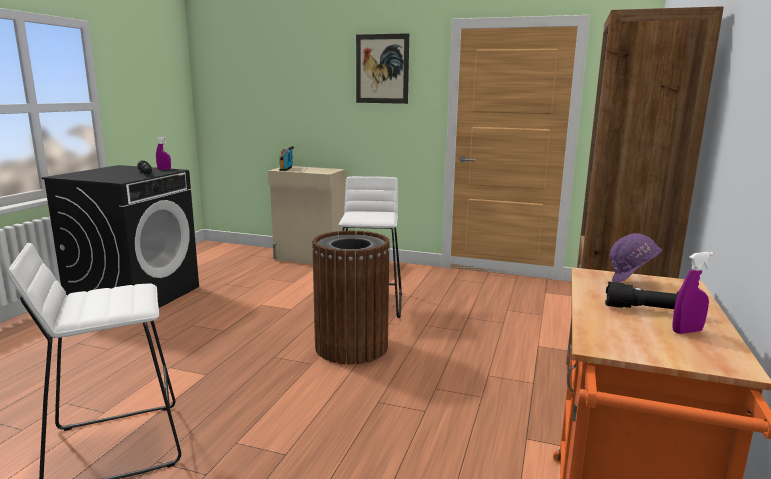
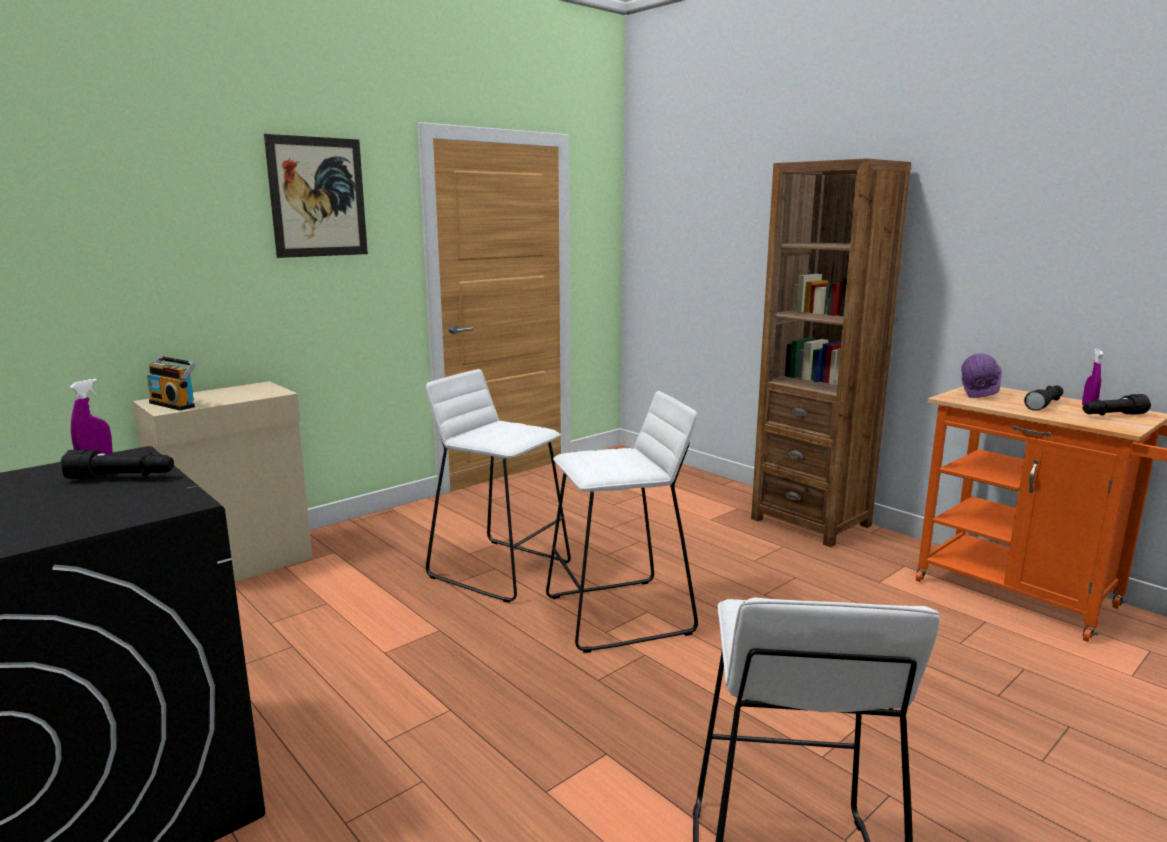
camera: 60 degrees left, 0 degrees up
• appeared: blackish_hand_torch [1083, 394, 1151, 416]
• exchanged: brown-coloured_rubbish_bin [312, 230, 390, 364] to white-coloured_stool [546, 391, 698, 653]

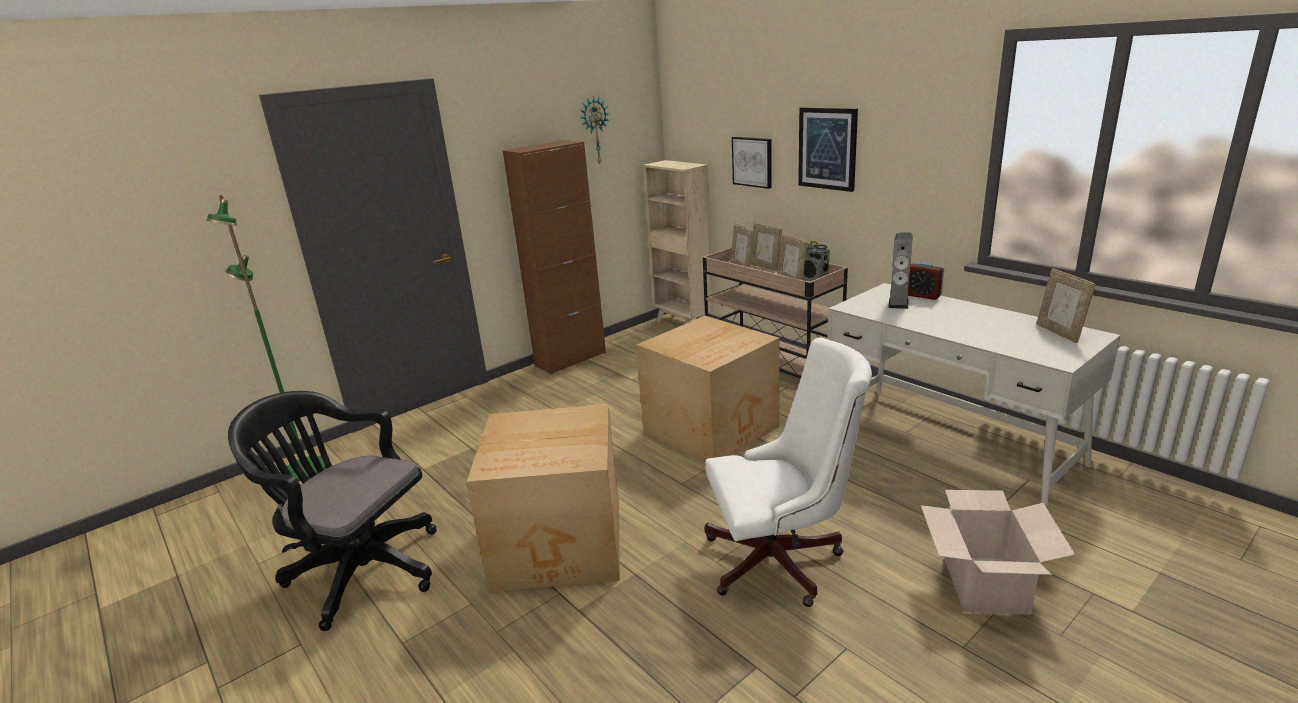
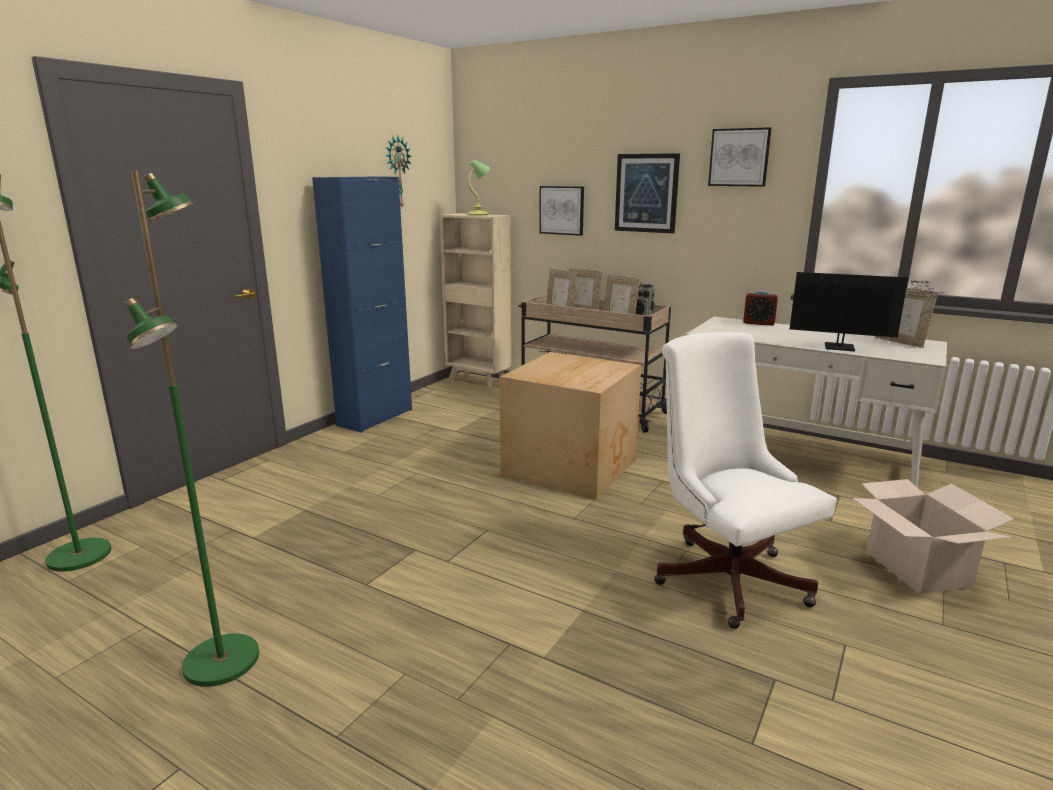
camera: 20 degrees left, 5 degrees down
• missing: carton [466, 404, 620, 592]
• missing: loudspeaker [888, 232, 913, 309]
• appeared: table_lamp [467, 160, 490, 215]
• appeared: wall_art [708, 127, 772, 187]
• appeared: computer_display [790, 272, 945, 352]
• exchanged: blackish_office_chair [228, 391, 437, 631] to greenish_standard_lamp [125, 171, 259, 687]
• colour: brown-coloured_storage_cabinet [503, 140, 606, 375] to blue-coloured_storage_cabinet [312, 176, 412, 433]
• spun: white-coloured_office_chair [705, 338, 872, 607] = [654, 332, 837, 629] 90 degrees counterclockwise

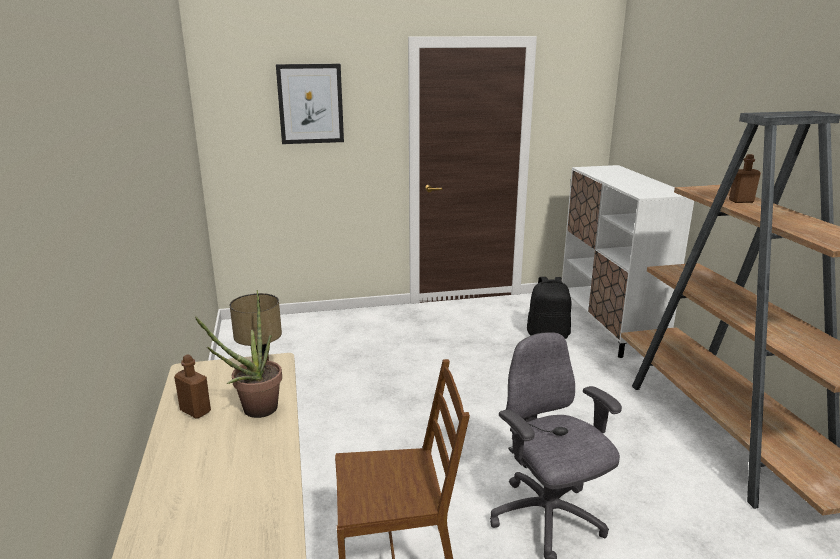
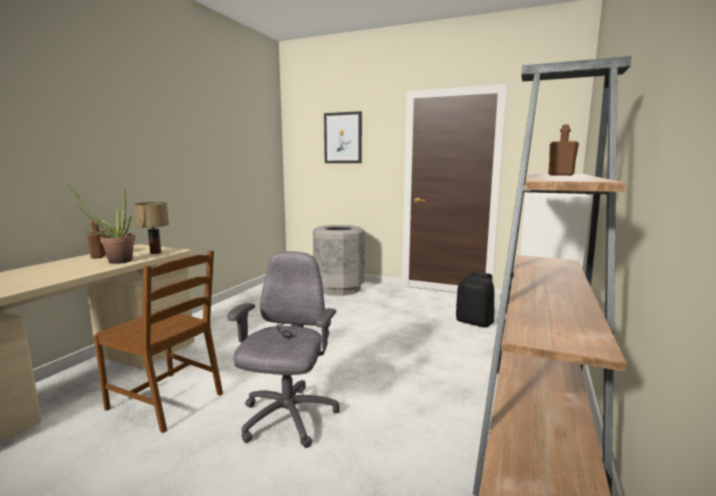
camera: 35 degrees right, 10 degrees down
• appeared: grey_rubbish_bin [313, 225, 365, 296]

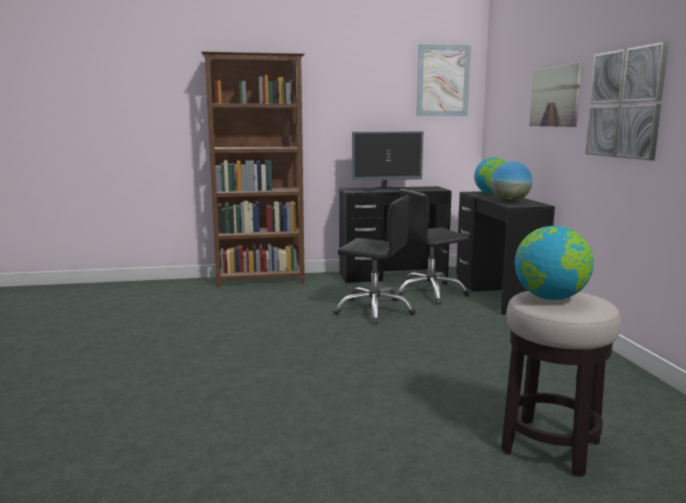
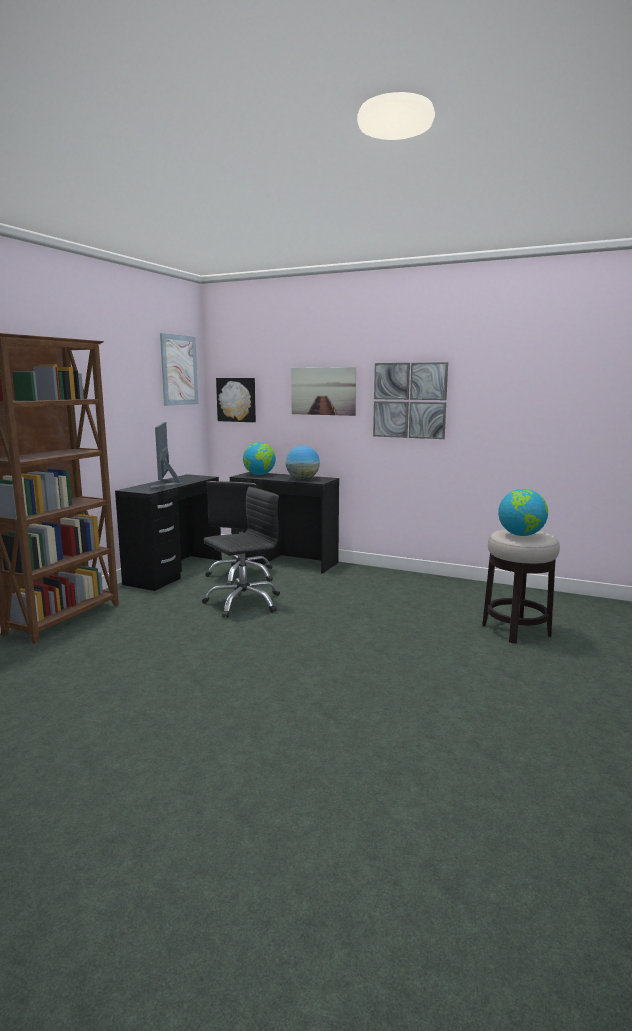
camera: 55 degrees left, 0 degrees up
• appeared: wall_art [216, 378, 256, 422]
• spun: computer_display [352, 132, 423, 192] = [150, 422, 184, 489] 150 degrees clockwise

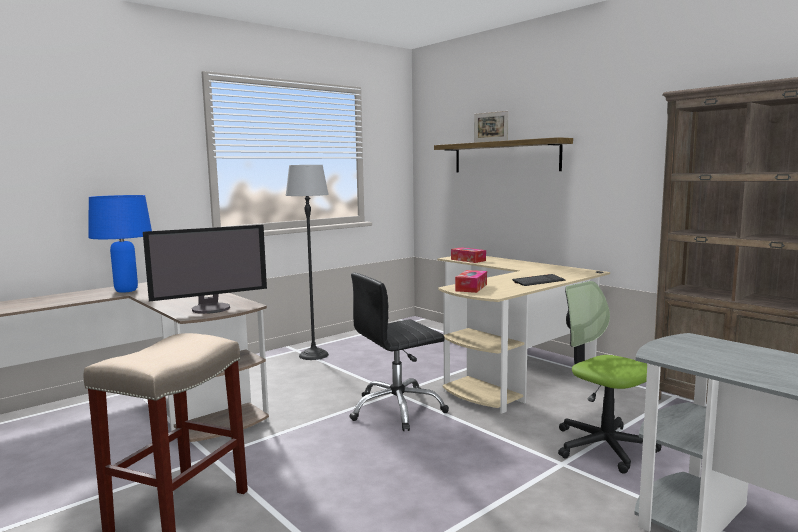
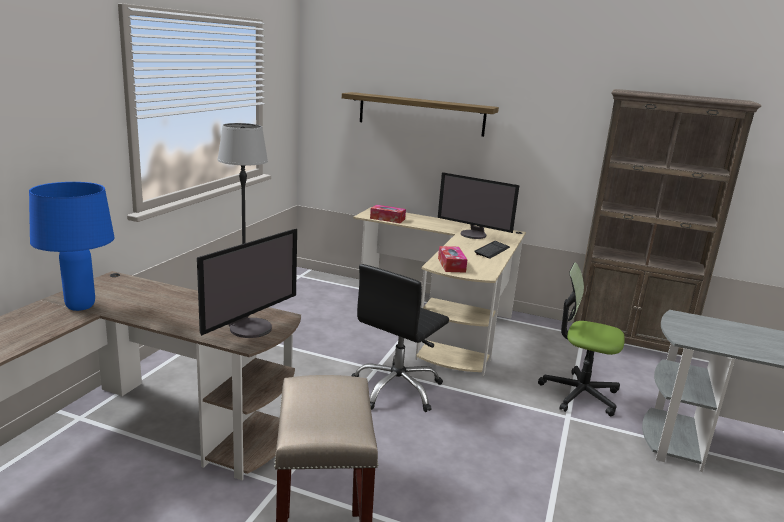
camera: 30 degrees left, 10 degrees up
• missing: standing_frame [474, 111, 508, 143]
• appeared: computer_display [438, 172, 520, 239]

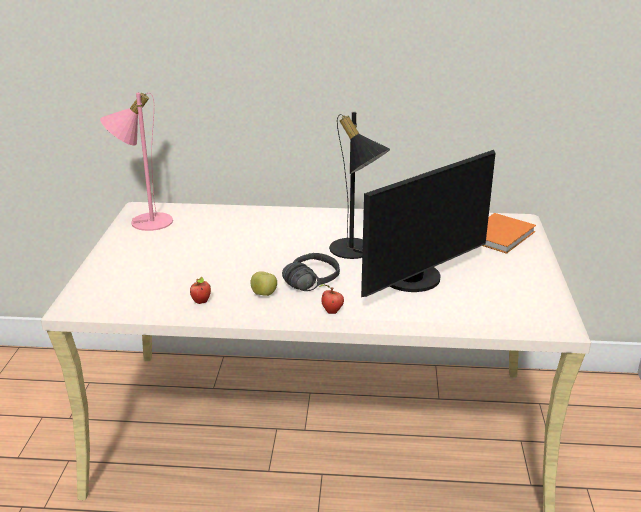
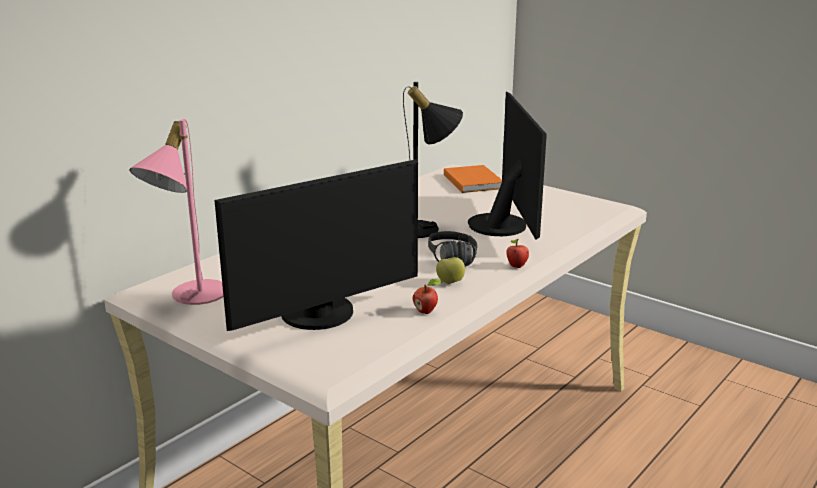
camera: 55 degrees left, 5 degrees down
• appeared: computer_display [214, 159, 418, 331]

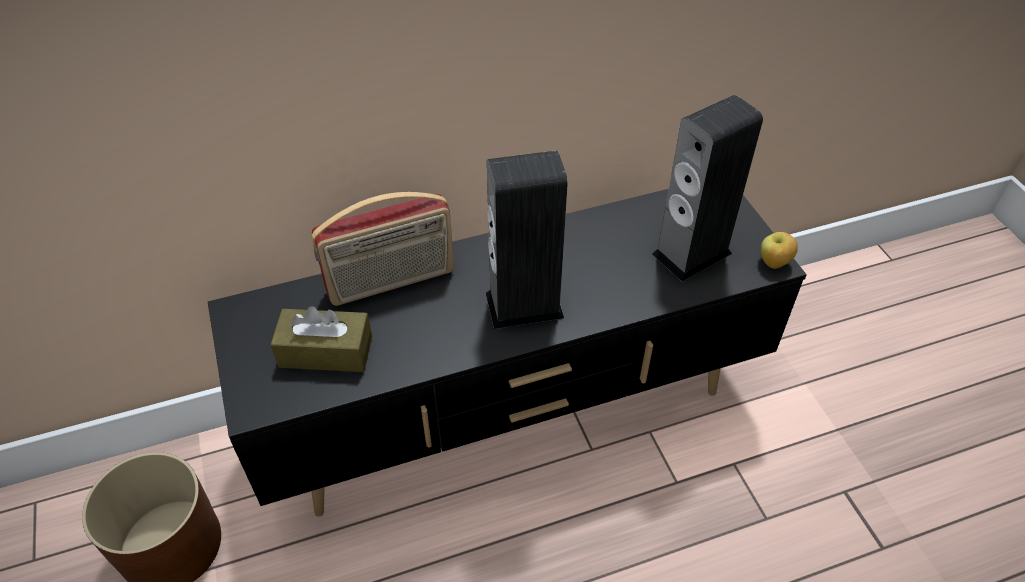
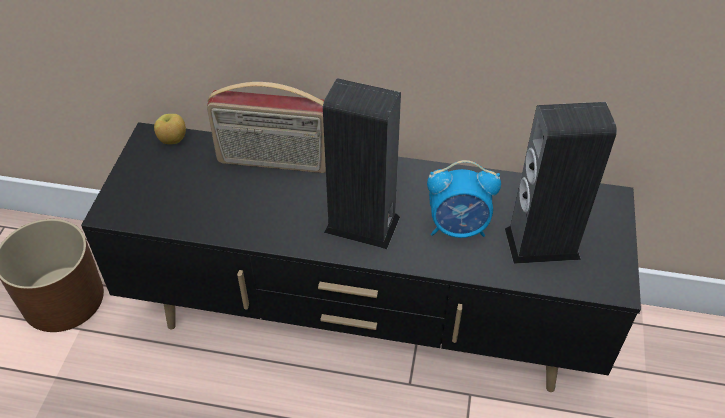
camera: 30 degrees right, 0 degrees up
• missing: brown-coloured_tissue_box [270, 306, 372, 372]
• appeared: alarm_clock [427, 160, 501, 238]
• relocated: apple_fruit [761, 232, 798, 269] to [154, 114, 186, 144]

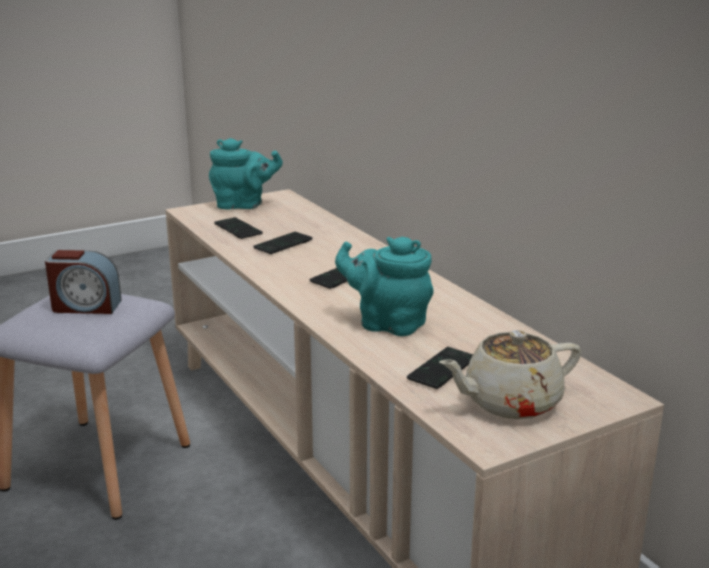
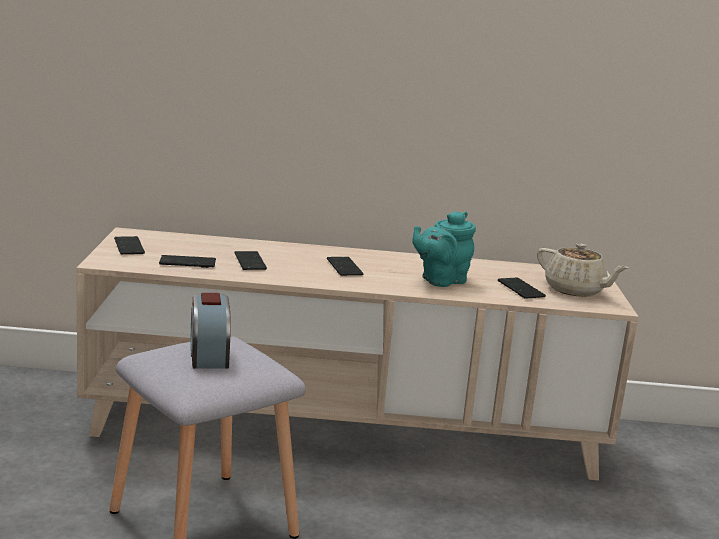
camera: 60 degrees left, 5 degrees down
• exchanged: turquoise_tea_pot [209, 138, 283, 209] to telephone [114, 236, 145, 254]
• spun: alarm_clock [45, 250, 122, 314] = [191, 293, 231, 368] 135 degrees clockwise
• spun: sand-coloured_tea_pot [439, 330, 581, 419] = [537, 243, 629, 297] 60 degrees counterclockwise

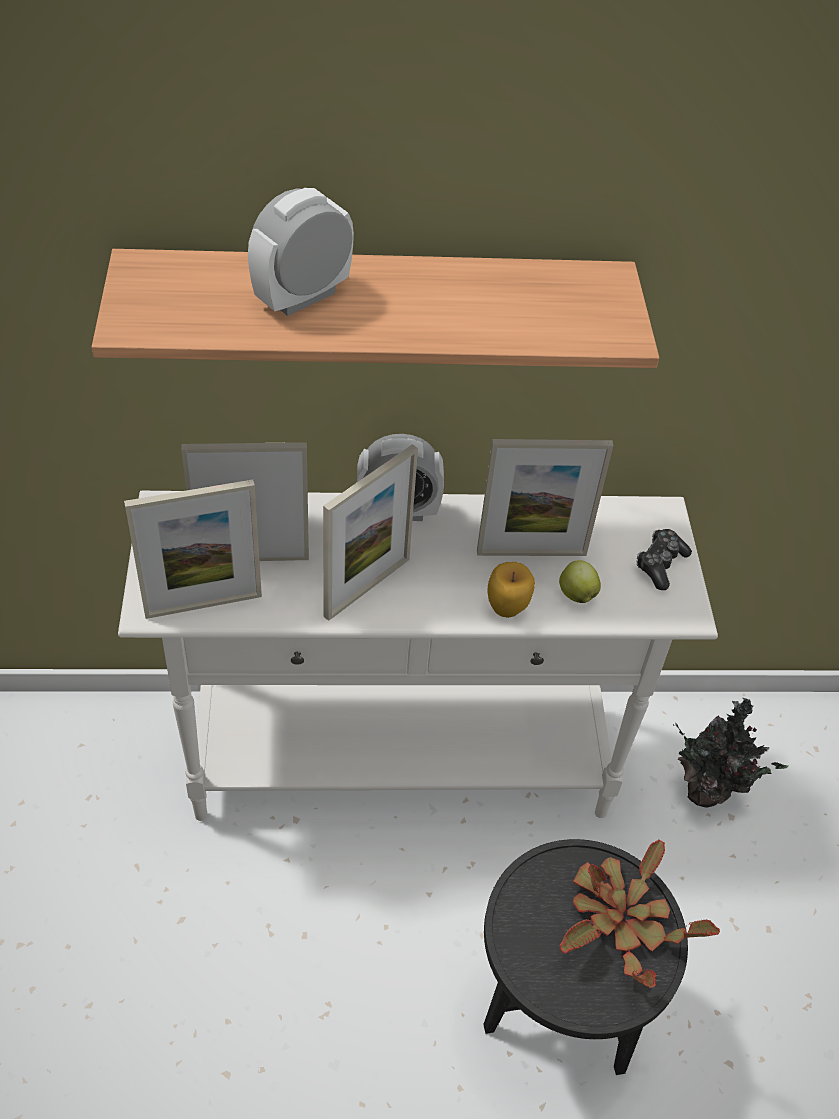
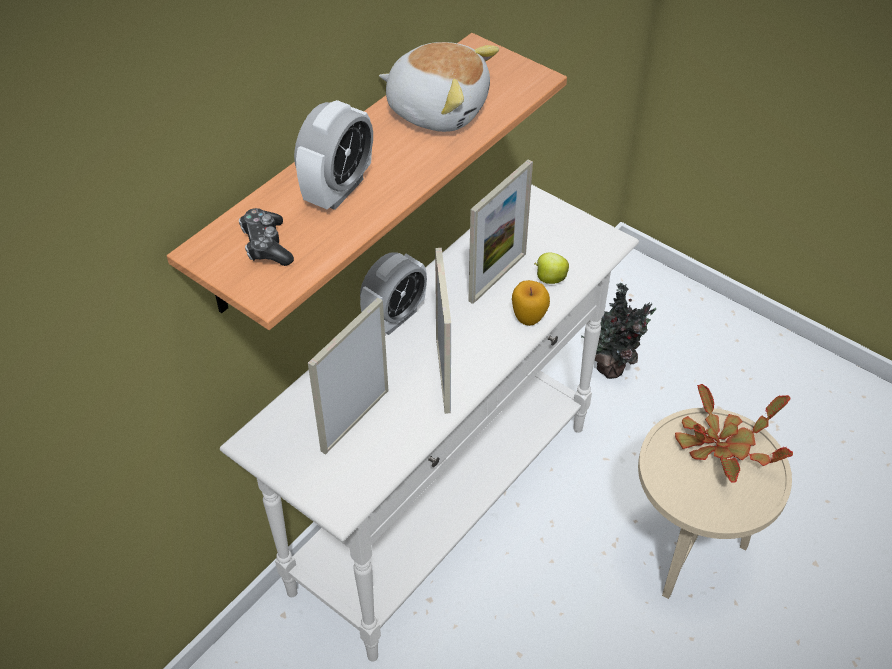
camera: 45 degrees left, 0 degrees up
• missing: standing_frame [124, 479, 262, 619]
• appeared: cuddly_toy [379, 42, 499, 132]
• relocated: gamepad [637, 529, 692, 590] to [239, 208, 294, 266]
• colour: blackish_accent_table [483, 839, 688, 1075] to sand-coloured_accent_table [638, 408, 792, 599]
• spun: alarm_clock [248, 188, 354, 316] = [294, 100, 373, 210] 150 degrees counterclockwise

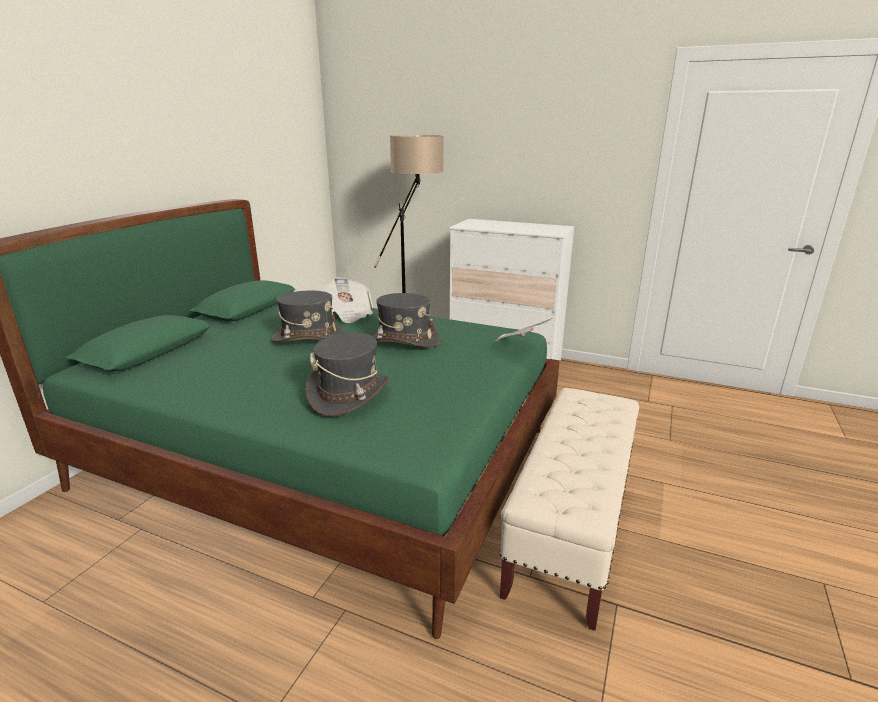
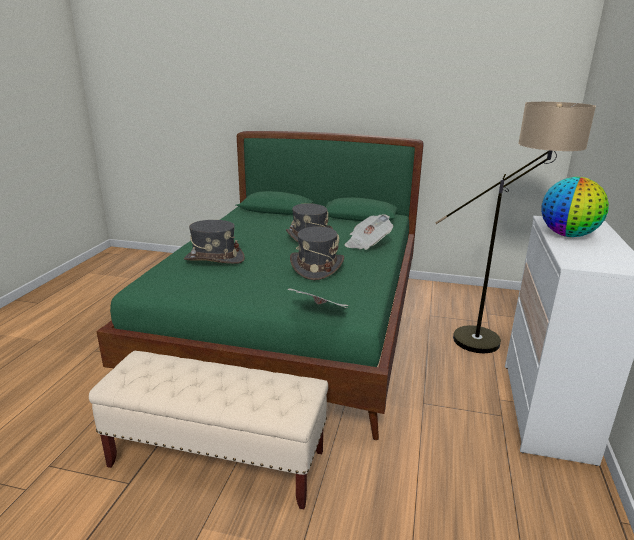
camera: 80 degrees right, 0 degrees up
• appeared: globe [541, 177, 609, 237]

